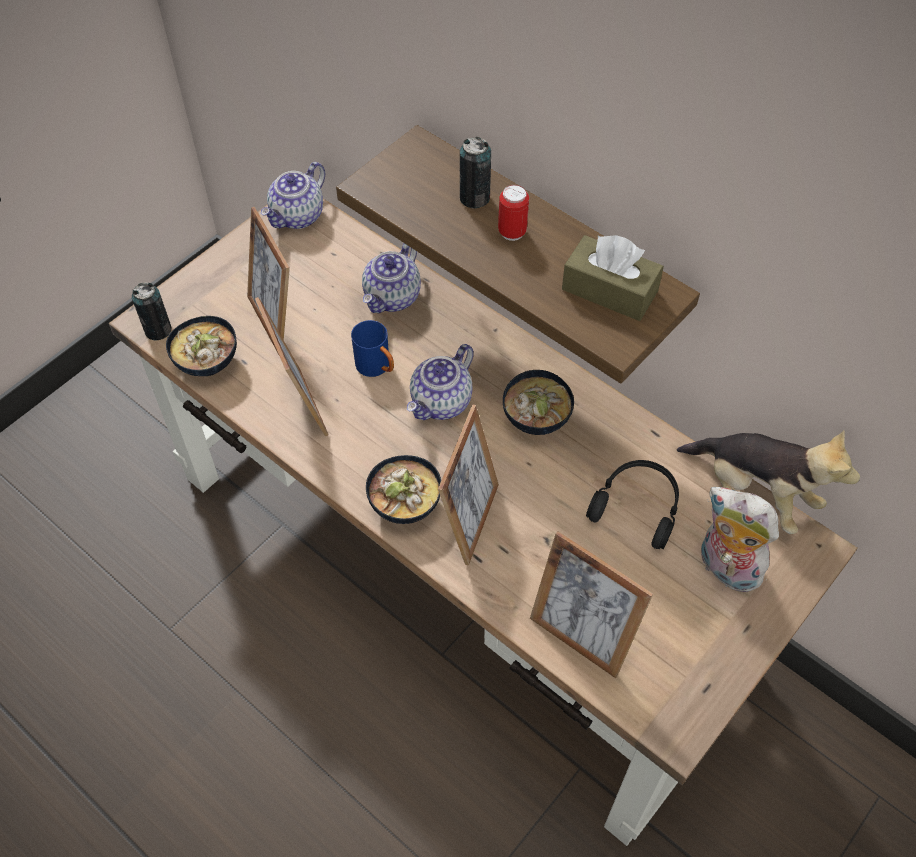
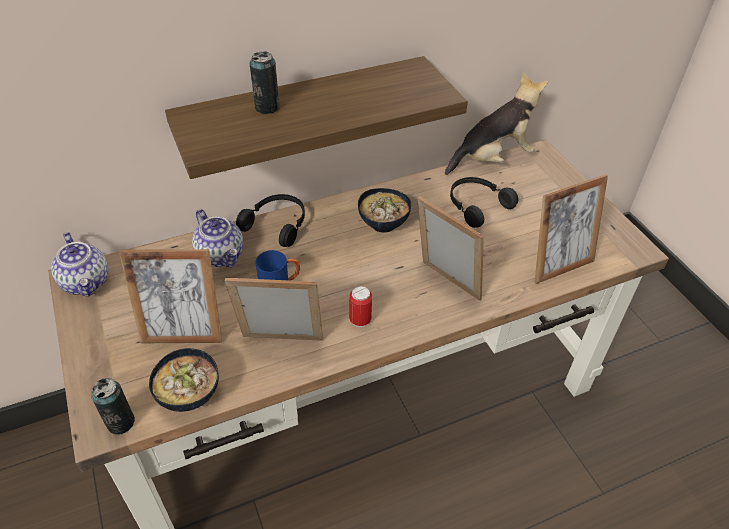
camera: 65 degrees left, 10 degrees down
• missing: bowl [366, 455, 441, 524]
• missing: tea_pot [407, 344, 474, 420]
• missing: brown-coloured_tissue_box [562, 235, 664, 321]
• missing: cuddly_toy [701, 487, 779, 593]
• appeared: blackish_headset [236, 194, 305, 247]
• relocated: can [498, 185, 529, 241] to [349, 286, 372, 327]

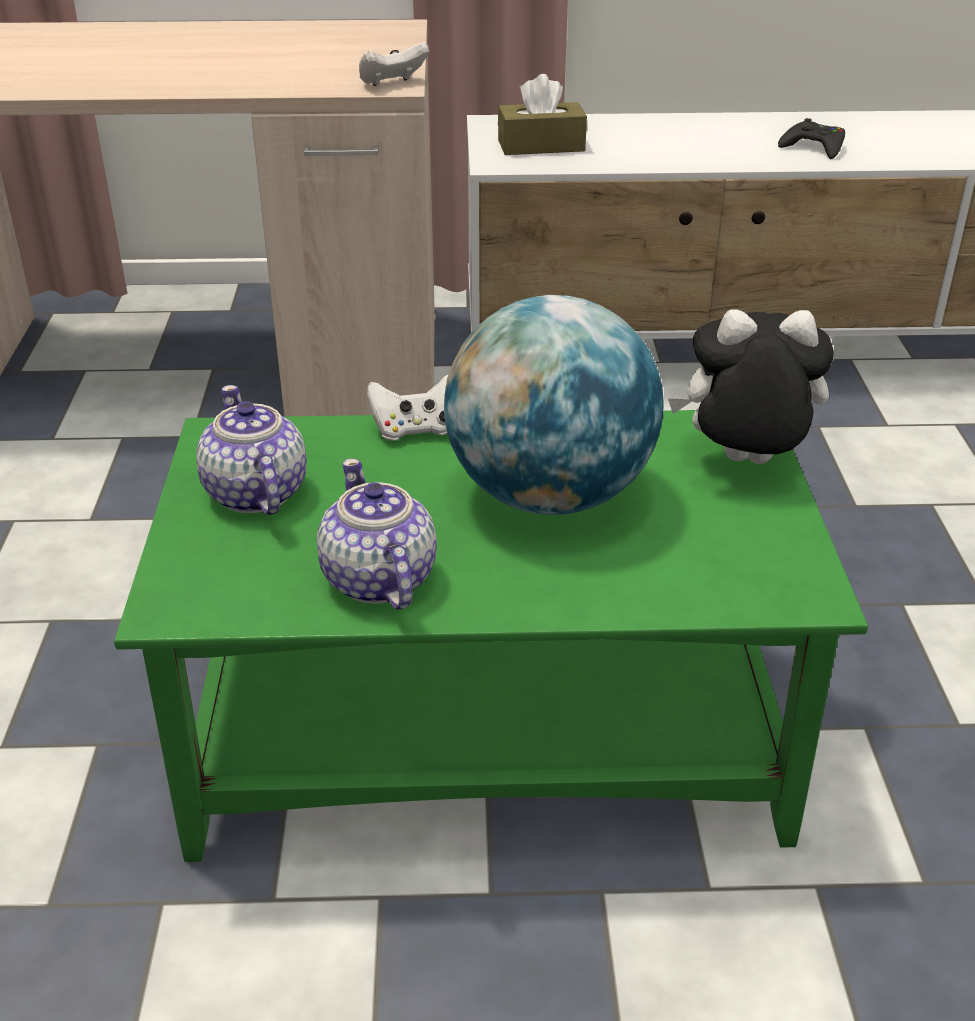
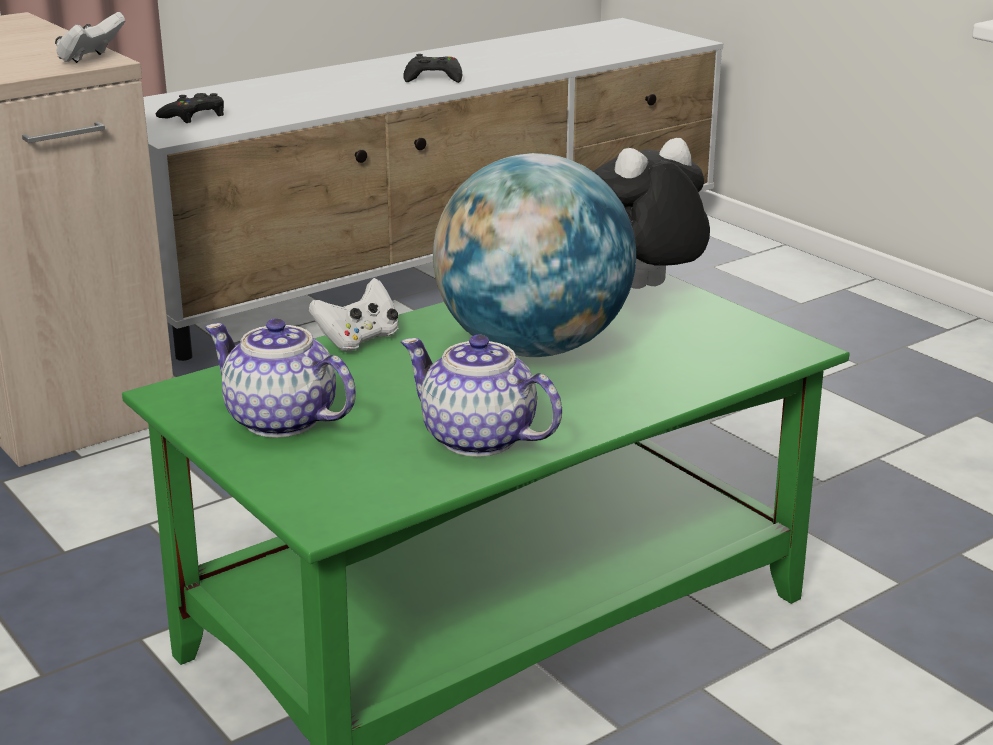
camera: 35 degrees left, 10 degrees down
• exchanged: brown-coloured_tissue_box [498, 74, 587, 155] to blackish_gamepad [156, 93, 224, 123]

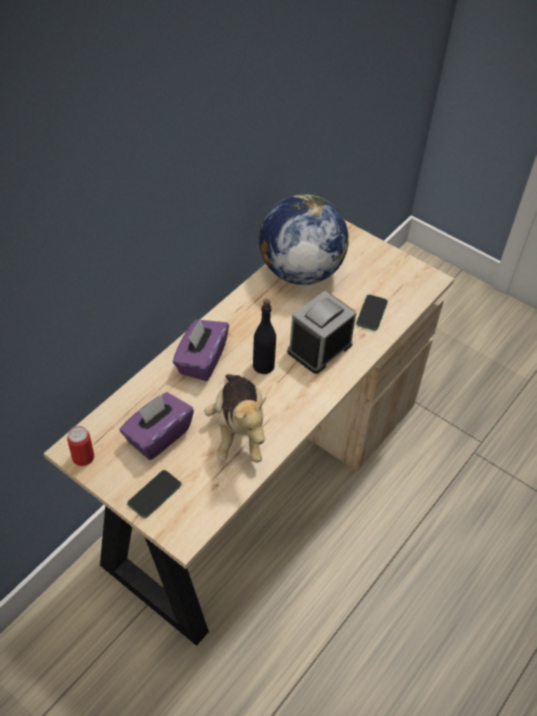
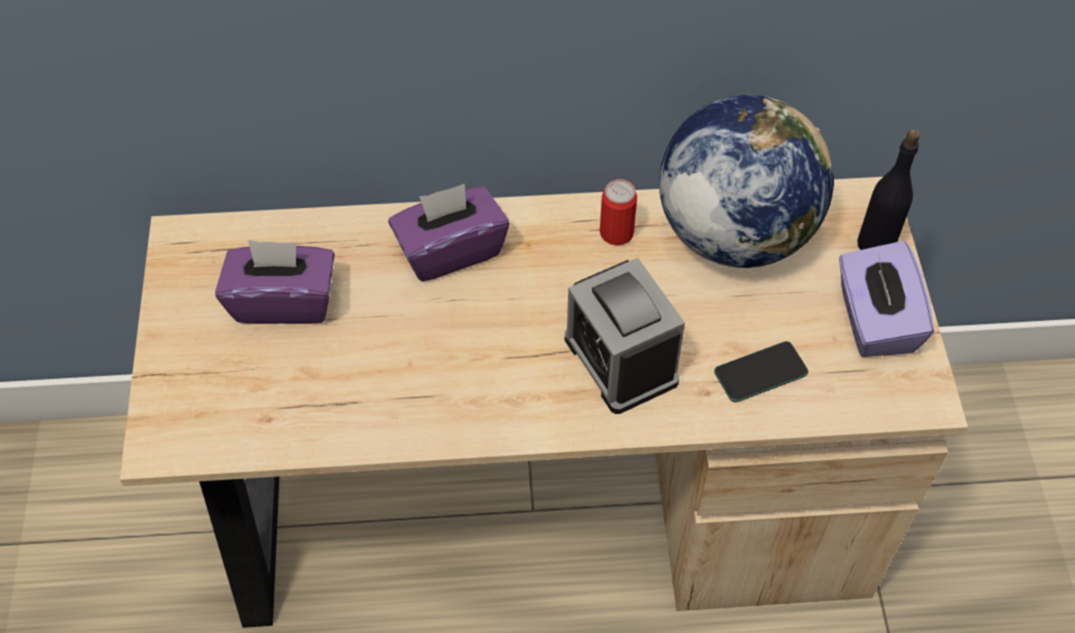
camera: 50 degrees right, 5 degrees up
• missing: telephone [127, 470, 182, 518]
• missing: cuddly_toy [204, 374, 266, 463]
• appeared: purple-coloured_tissue_box [839, 241, 934, 357]
• relocated: can [67, 426, 94, 466] to [600, 179, 637, 245]
• relocated: blackish_beverage_bottle [253, 299, 276, 374] to [857, 129, 920, 250]
• spun: alarm_clock [287, 291, 356, 374] = [565, 258, 685, 414] 120 degrees counterclockwise

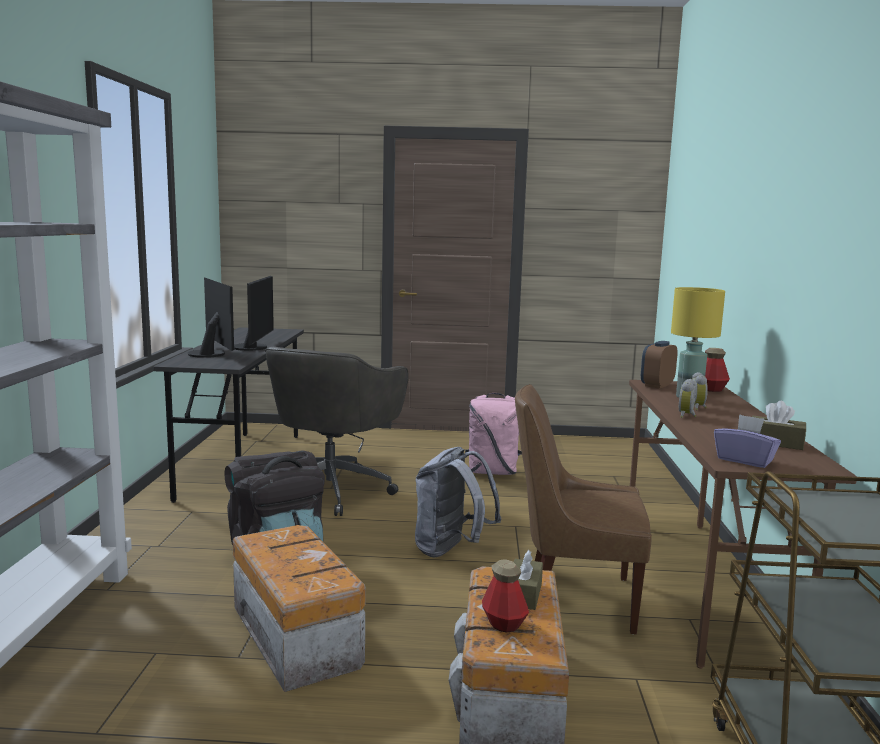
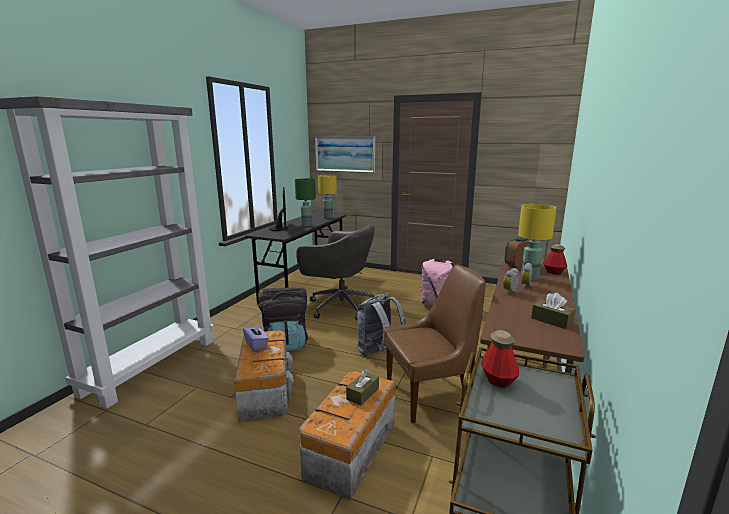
camera: 20 degrees right, 5 degrees up
• appeared: wall_art [315, 136, 375, 173]
• appeared: yellowish_table_lamp [318, 175, 337, 218]
• relocated: beverage_bottle [482, 559, 529, 632] to [481, 330, 519, 388]
• relocated: purple-coloured_tissue_box [714, 414, 781, 468] to [243, 323, 269, 351]
• exchanged: computer_display [234, 276, 274, 351] to greenish_table_lamp [295, 178, 316, 227]
• spun: grey_office_chair [265, 347, 409, 516] = [296, 224, 375, 320] 105 degrees counterclockwise
• spun: brown-coloured_chair [515, 384, 652, 634] = [384, 265, 486, 423] 135 degrees clockwise

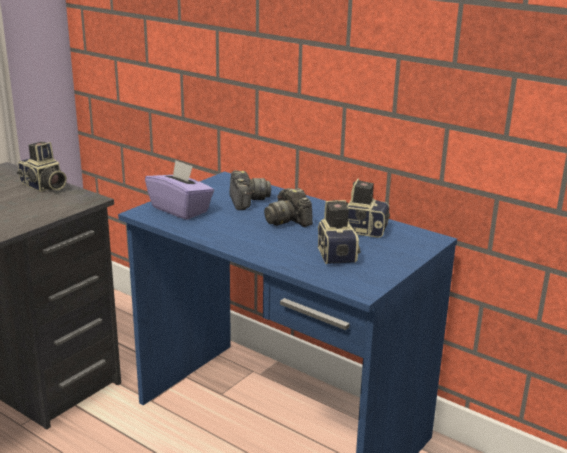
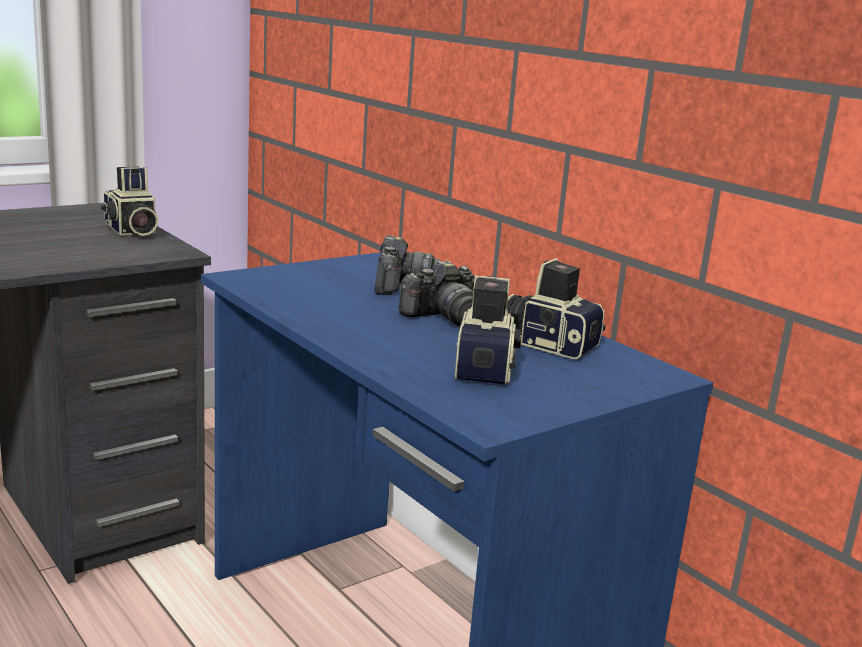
camera: 15 degrees right, 5 degrees down
• missing: purple-coloured_tissue_box [145, 160, 214, 220]
• spun: still_camera [264, 188, 313, 227] = [399, 260, 475, 326] 105 degrees counterclockwise

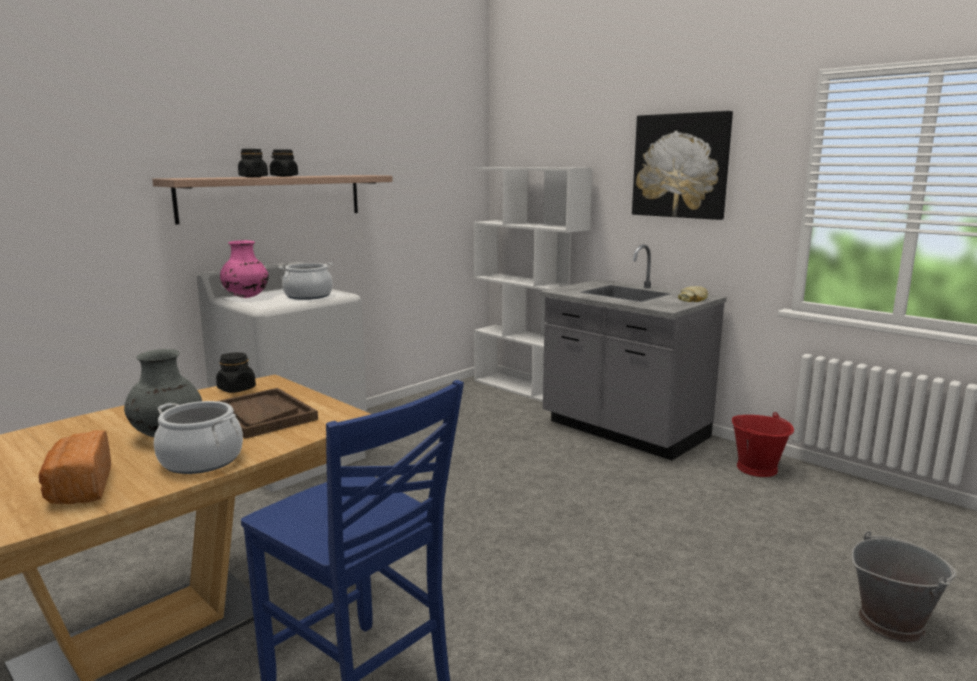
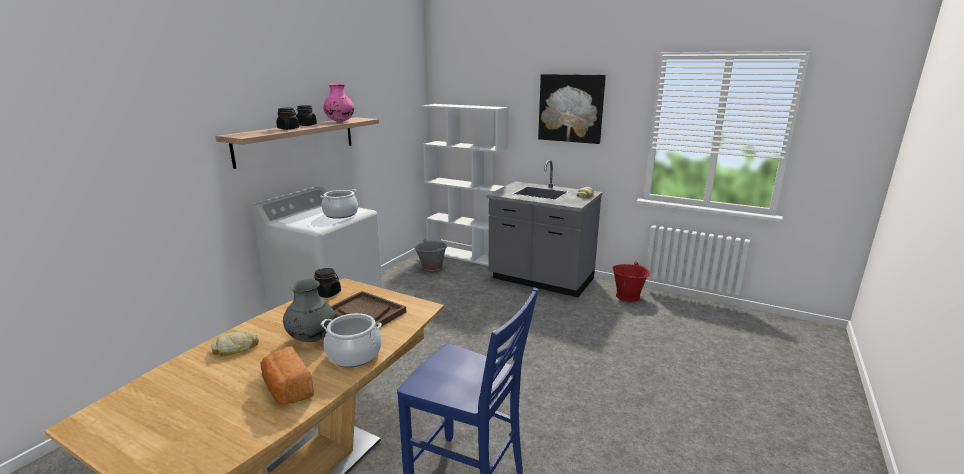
camera: 15 degrees left, 5 degrees up
• appeared: baked_bread [211, 331, 259, 357]
• relocated: pinkish_decorative_vase [220, 240, 269, 298] to [323, 84, 354, 122]
• relocated: grey_bucket [852, 531, 956, 643] to [414, 239, 447, 274]

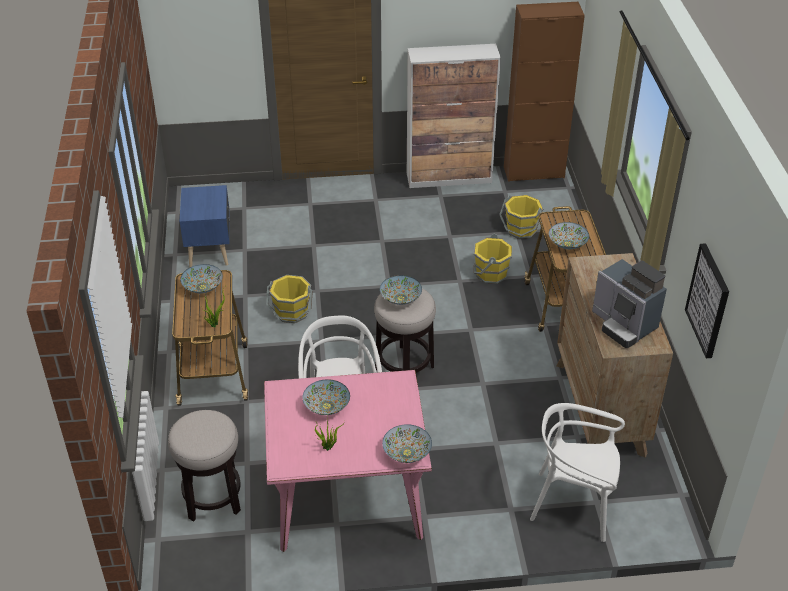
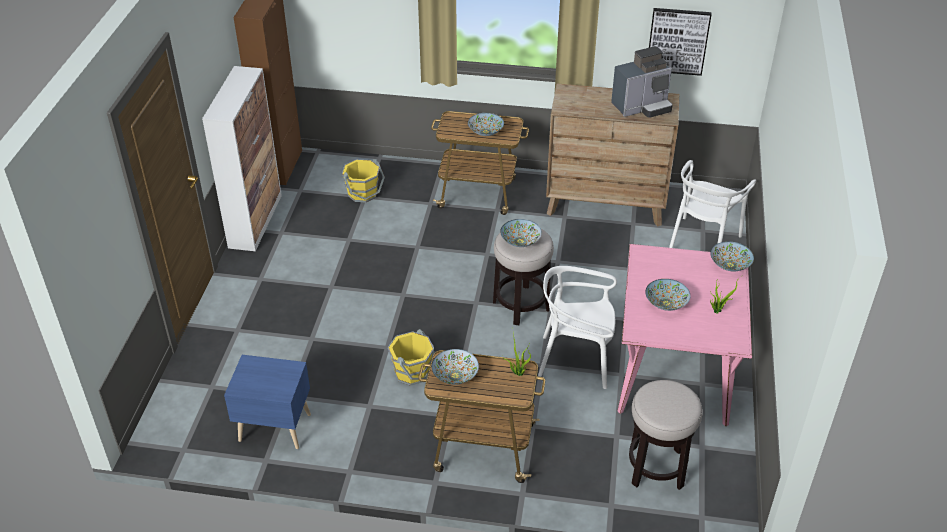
camera: 75 degrees left, 0 degrees up
• missing: yellowish_bucket [473, 233, 513, 284]

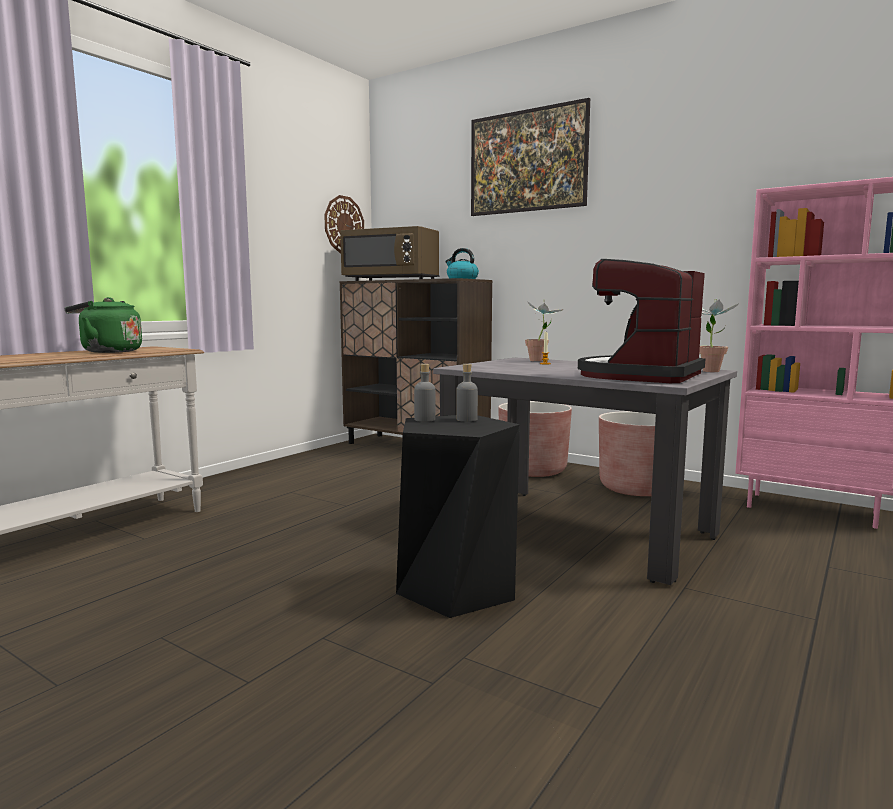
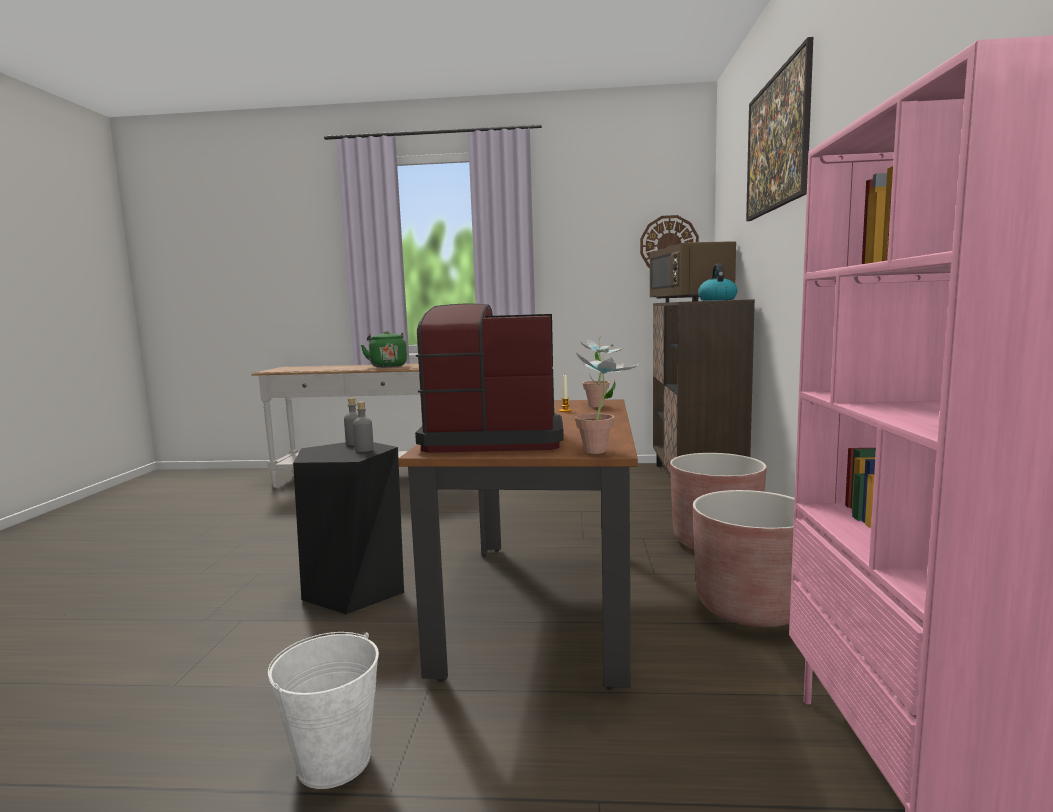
camera: 60 degrees right, 0 degrees up
• appeared: white-coloured_bucket [268, 632, 379, 789]
• colour: grey_dinner_table [433, 357, 737, 585] to brown-coloured_dinner_table [398, 399, 638, 690]

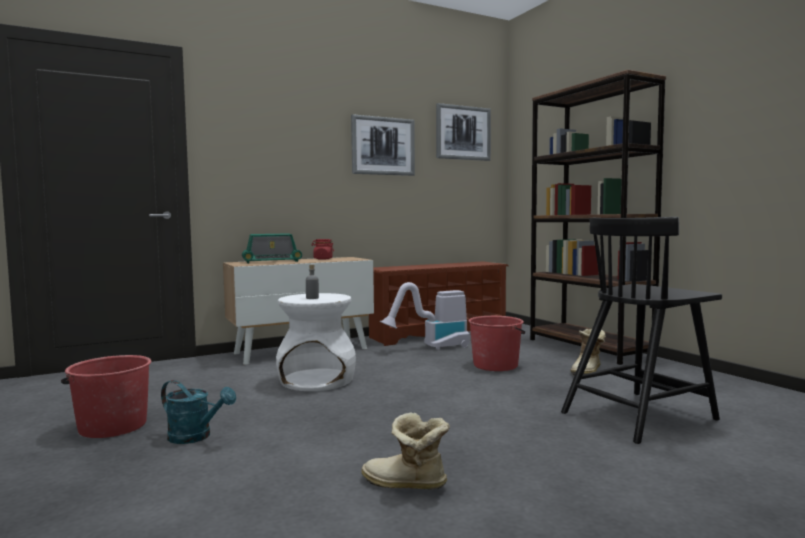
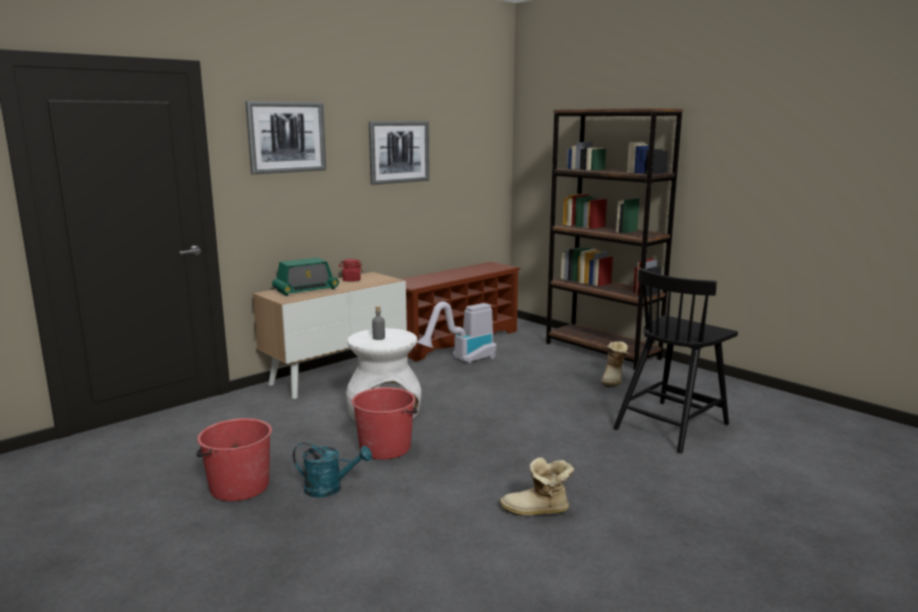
camera: 15 degrees left, 10 degrees up
• relocated: wall_art [436, 103, 491, 161] to [246, 101, 326, 174]
• relocated: red-coloured_bucket [468, 316, 525, 371] to [352, 387, 418, 459]

